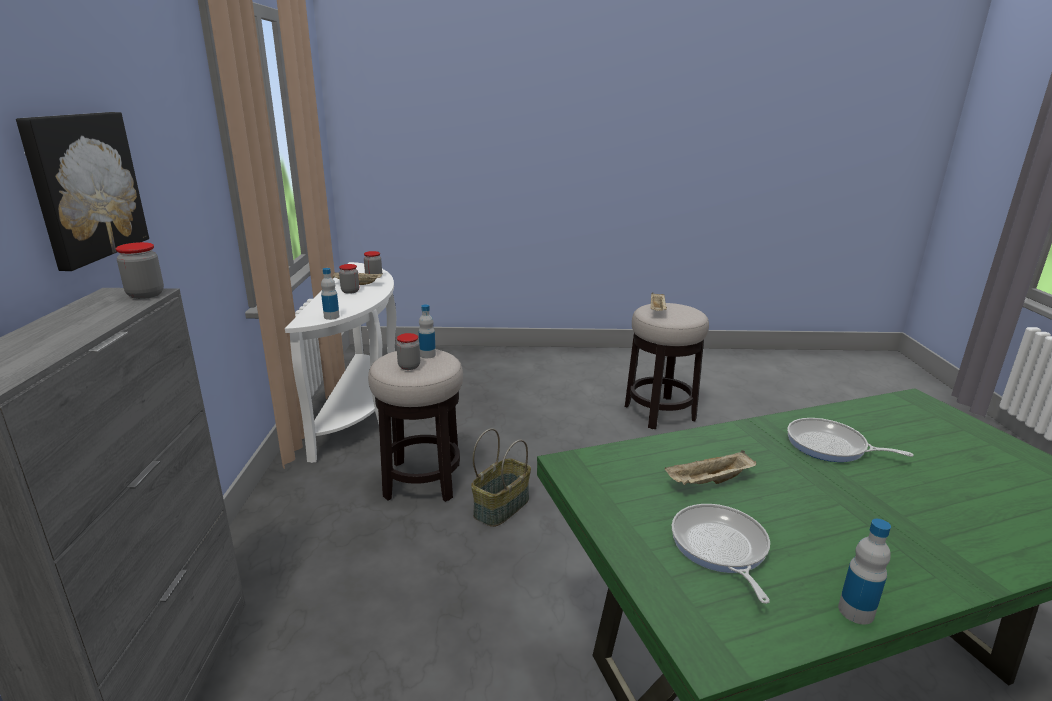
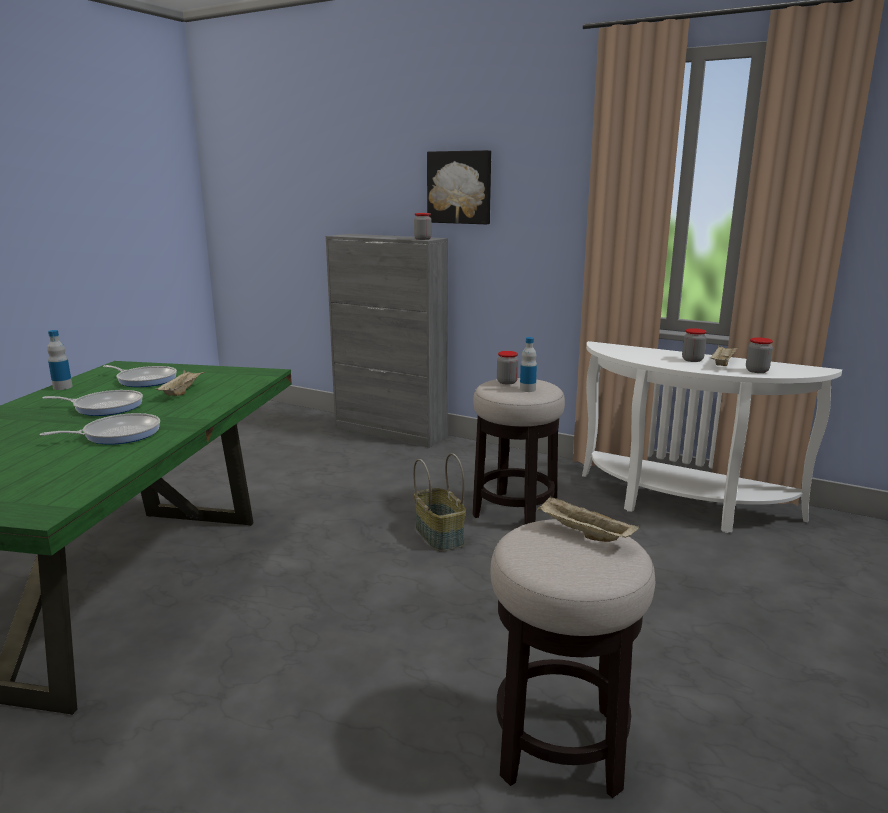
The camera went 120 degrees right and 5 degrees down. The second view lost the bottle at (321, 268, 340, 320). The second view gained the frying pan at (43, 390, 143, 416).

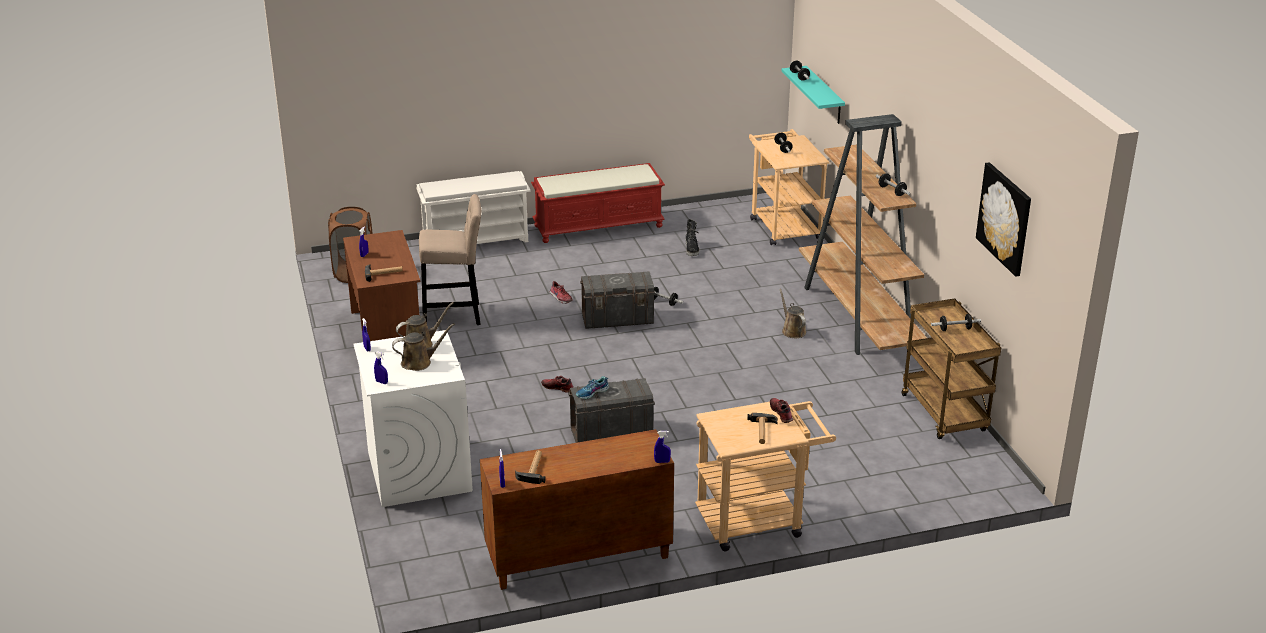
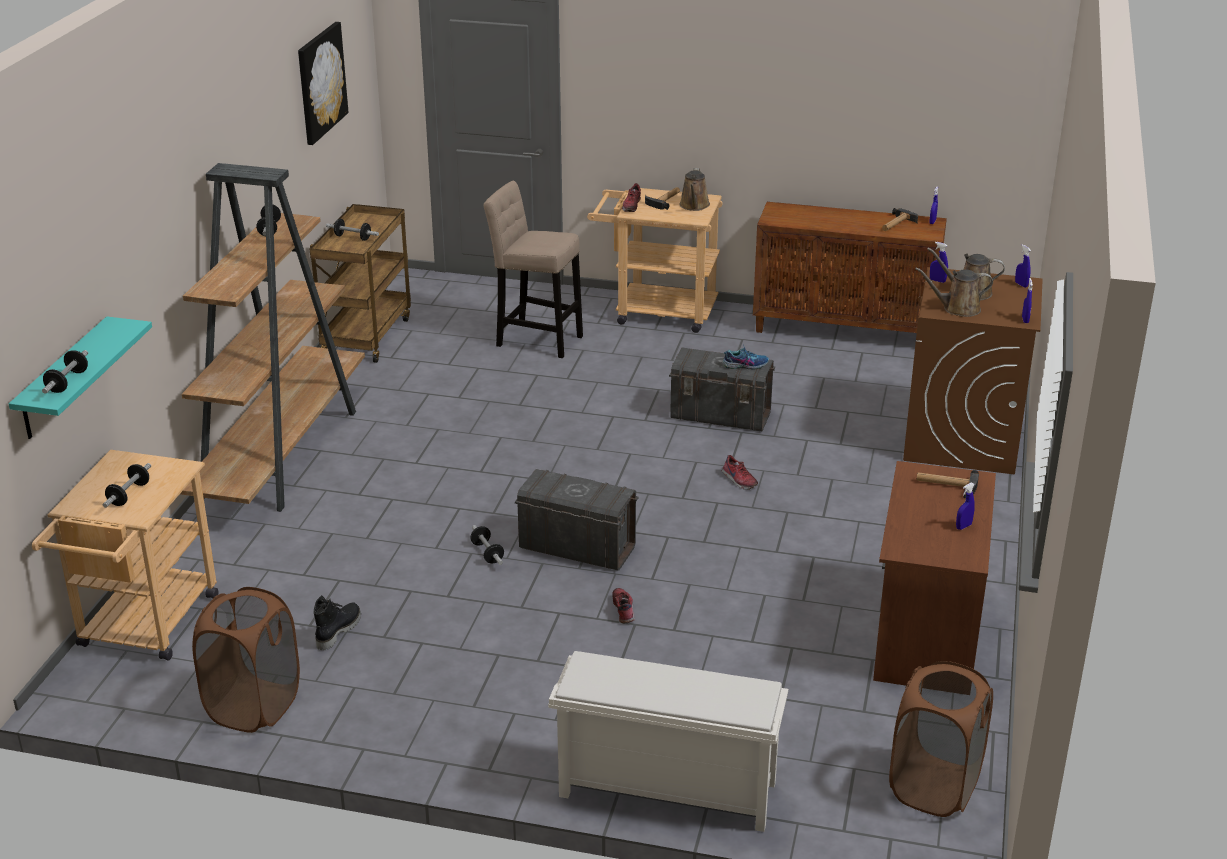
The camera went 150 degrees left and 0 degrees up. The second view lost the red bench at (531, 163, 665, 243). The beige stool ended up elsewhere, having gone from (419, 194, 482, 325) to (483, 181, 583, 358). The brown watering can ended up elsewhere, having gone from (779, 289, 806, 338) to (679, 168, 710, 211). What was the white washing machine at (353, 330, 473, 507) turned into the brown washing machine at (903, 267, 1043, 475). The blue spray bottle ended up elsewhere, having gone from (654, 431, 671, 463) to (930, 242, 948, 283). The second view gained the brown laundry basket at (192, 587, 300, 733).

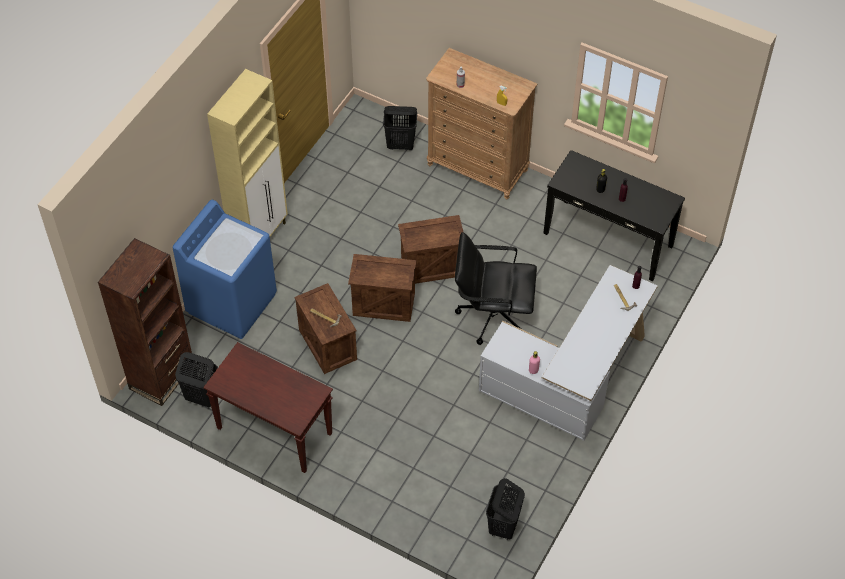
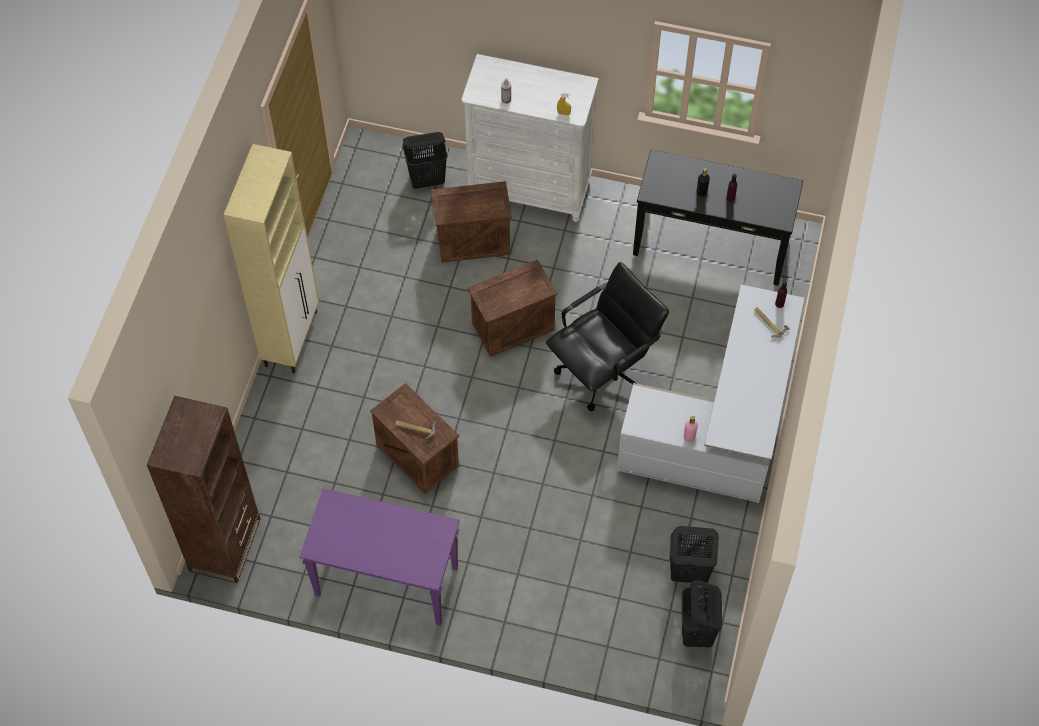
The camera went 15 degrees left and 5 degrees up. What was the brown dresser at (426, 48, 538, 200) turned into the white dresser at (462, 54, 599, 222). The second view lost the blue washing machine at (173, 199, 277, 339). The black office chair at (455, 232, 537, 345) ended up facing another way, 150 degrees clockwise from before. The crate ended up elsewhere, having gone from (348, 254, 416, 322) to (431, 181, 512, 263). What was the brown console table at (203, 342, 333, 473) turned into the purple console table at (299, 488, 460, 626). The black laundry basket ended up elsewhere, having gone from (175, 352, 218, 407) to (669, 526, 719, 583).

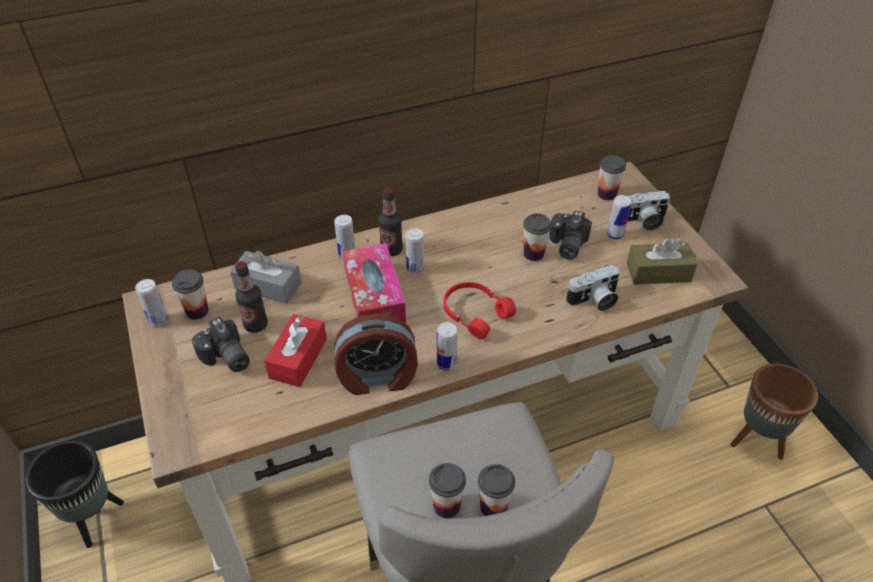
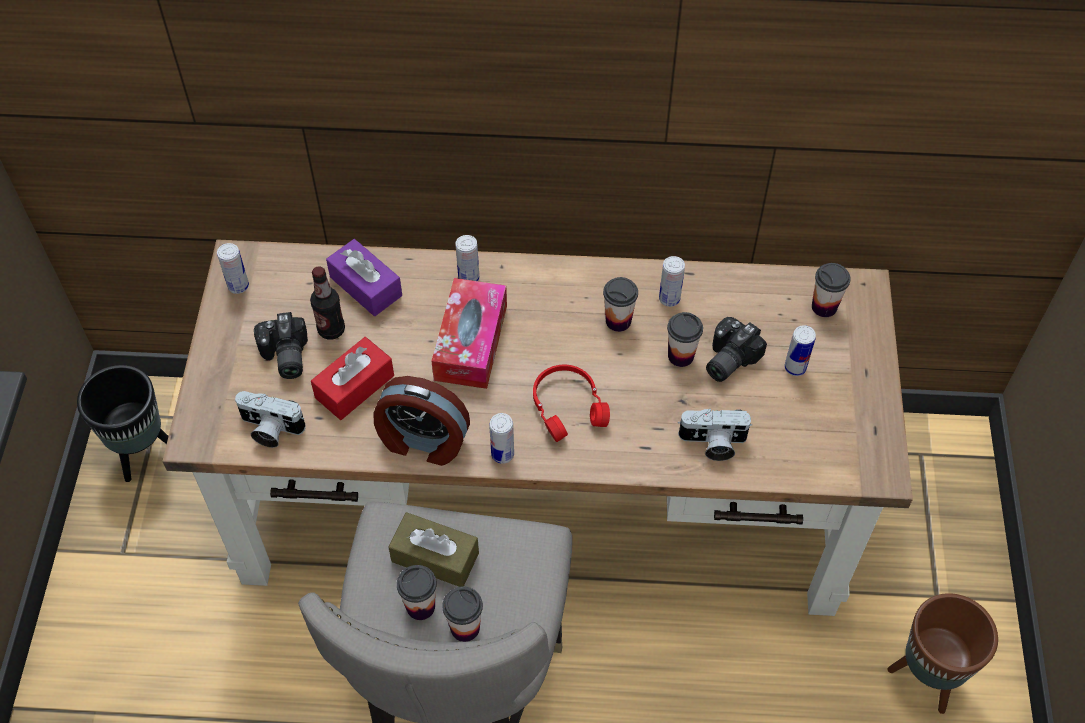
The camera went 25 degrees right and 10 degrees up. The second view lost the bottle at (378, 187, 403, 256). The photo camera ended up elsewhere, having gone from (627, 191, 670, 231) to (235, 391, 306, 448). The can ended up elsewhere, having gone from (405, 228, 424, 274) to (659, 256, 685, 307). The brown tissue box ended up elsewhere, having gone from (627, 237, 697, 285) to (388, 512, 479, 587). What was the grey tissue box at (230, 251, 302, 304) turned into the purple tissue box at (326, 239, 402, 316). The cup ended up elsewhere, having gone from (172, 270, 209, 320) to (603, 277, 638, 332).

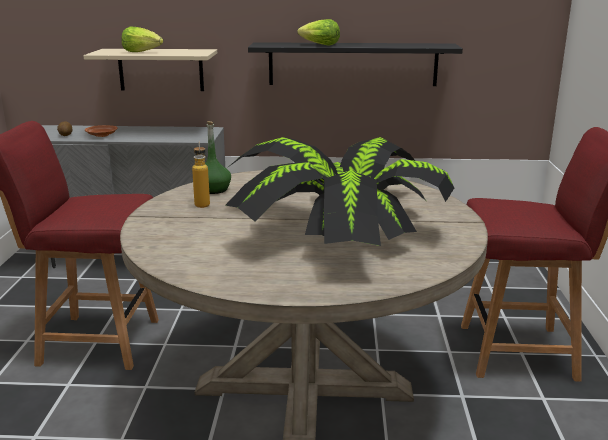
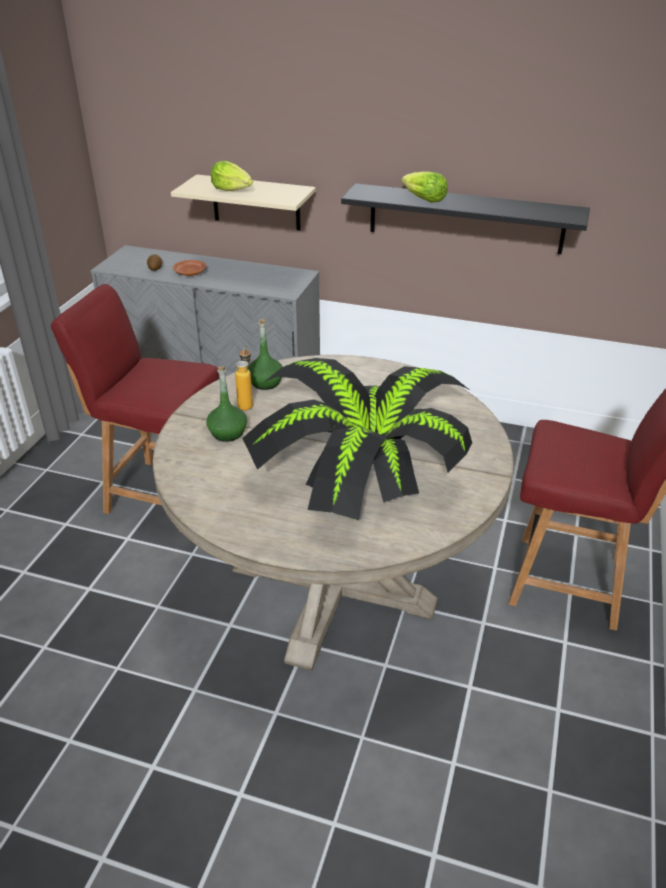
The camera went 15 degrees right and 15 degrees up. The second view gained the green bottle at (206, 366, 247, 442).

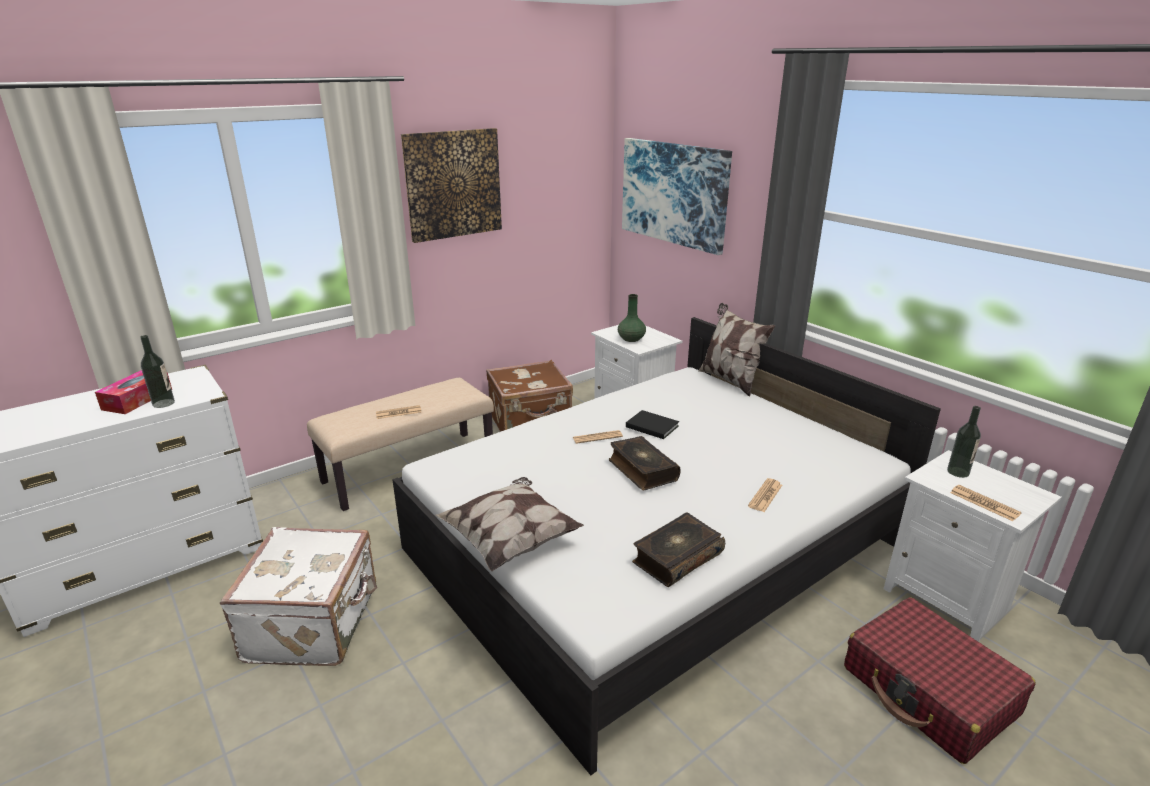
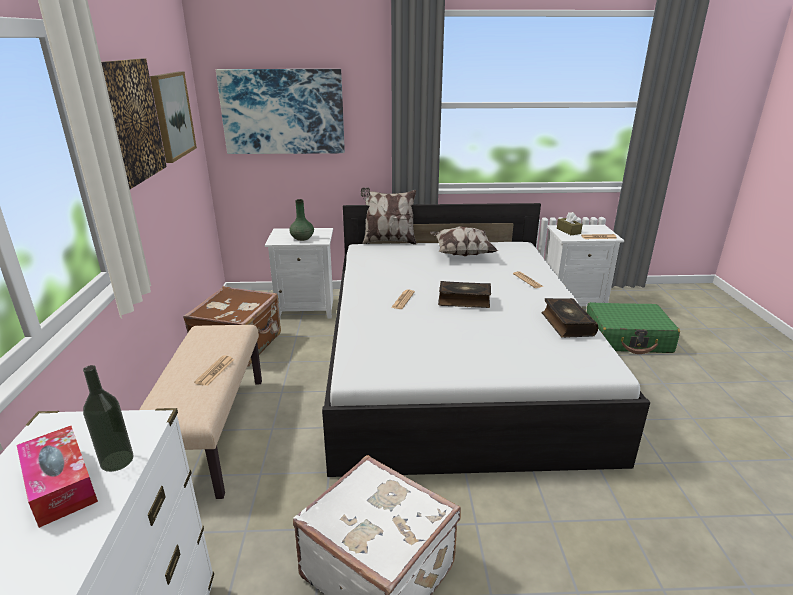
The camera went 55 degrees left and 0 degrees up. Where the bottle stood at (947, 406, 981, 478), the brown tissue box came to stand at (557, 212, 583, 235). The second view lost the black book at (626, 410, 679, 439). The pillow ended up elsewhere, having gone from (436, 477, 584, 571) to (430, 227, 498, 257). What was the red suitcase at (844, 597, 1036, 764) turned into the green suitcase at (587, 302, 680, 354). The second view gained the picture at (150, 72, 197, 163).

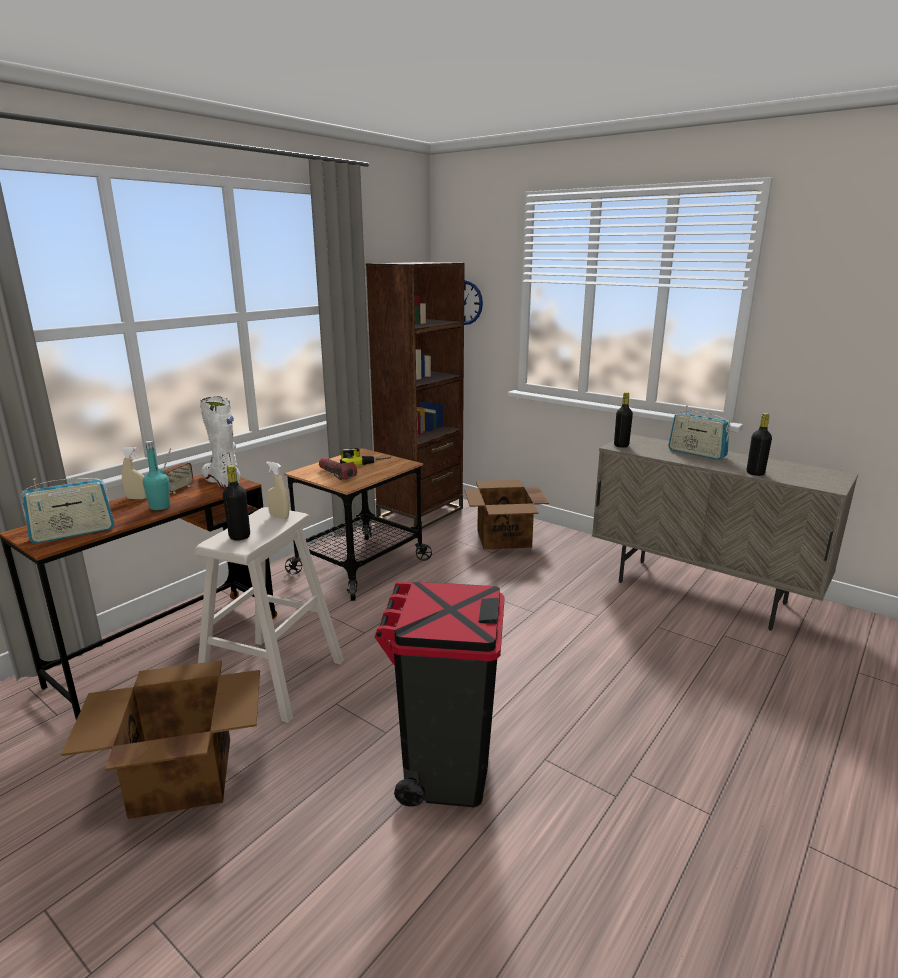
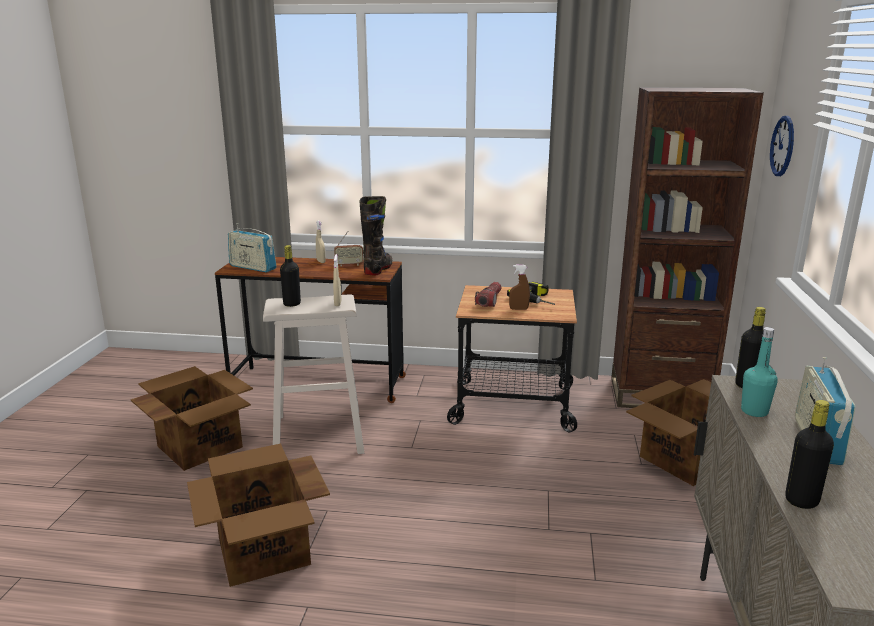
The camera went 60 degrees right and 0 degrees up. What was the white boot at (200, 396, 241, 489) turned into the black boot at (359, 196, 392, 275). The turquoise bottle ended up elsewhere, having gone from (143, 441, 170, 510) to (741, 327, 778, 417). Where the black trash can stood at (375, 581, 504, 807), the cardboard box came to stand at (187, 444, 330, 587). The second view gained the brown spray bottle at (509, 265, 530, 310).

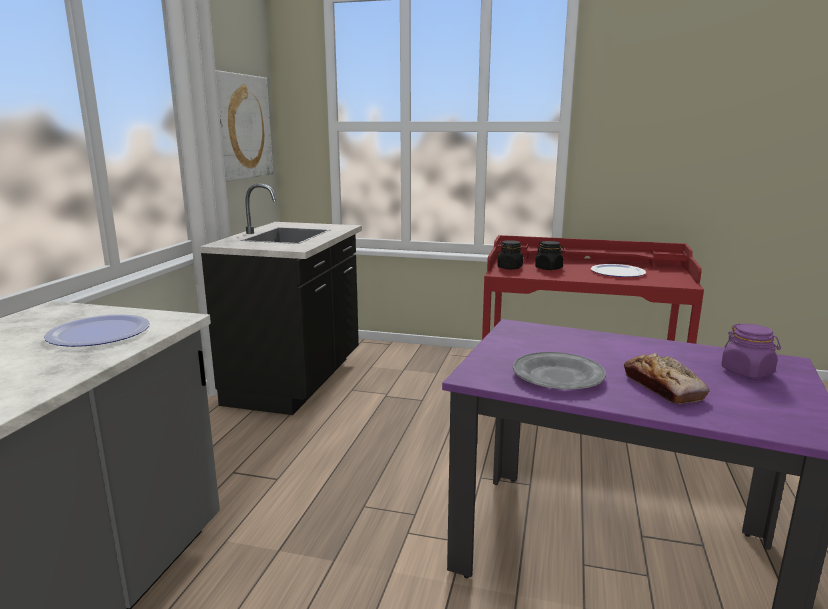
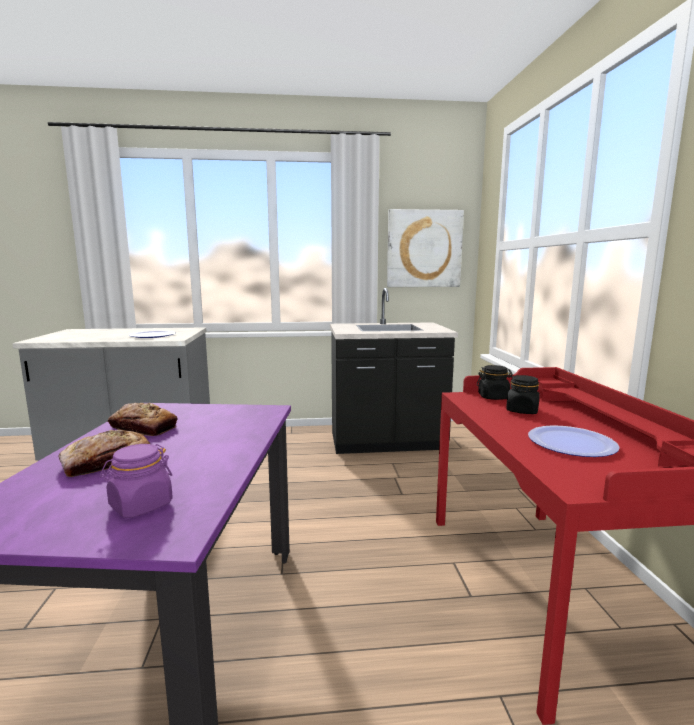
The camera went 70 degrees right and 5 degrees down. Where the grey plate stood at (513, 352, 606, 389), the bread came to stand at (108, 403, 178, 436).

